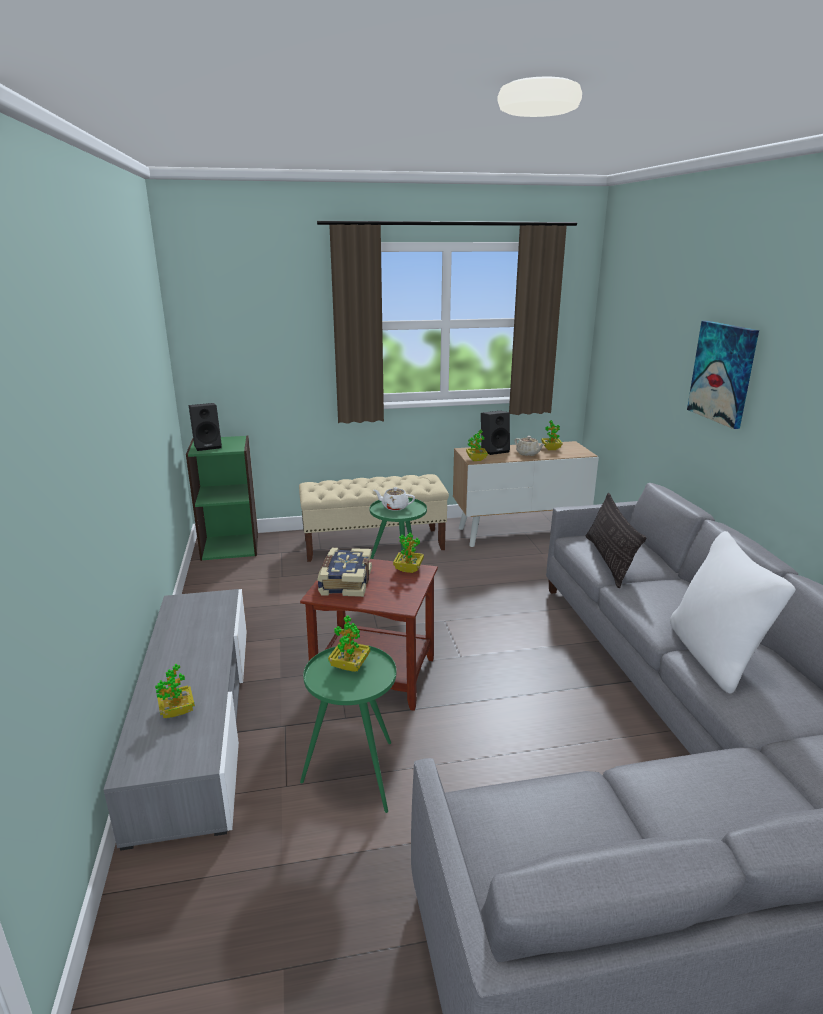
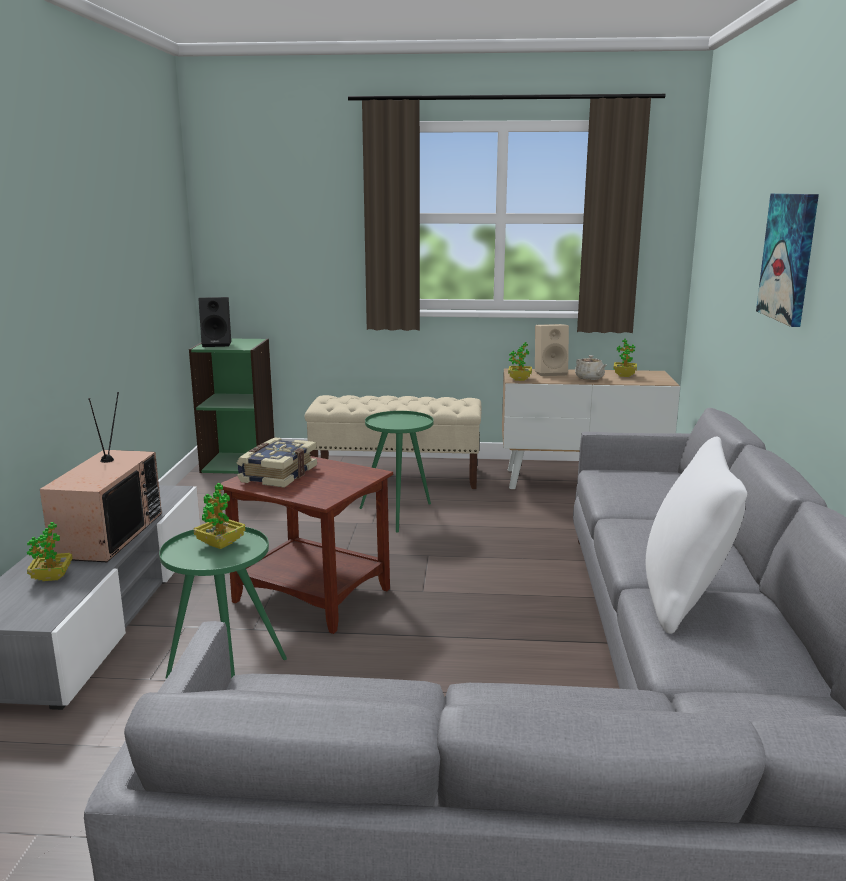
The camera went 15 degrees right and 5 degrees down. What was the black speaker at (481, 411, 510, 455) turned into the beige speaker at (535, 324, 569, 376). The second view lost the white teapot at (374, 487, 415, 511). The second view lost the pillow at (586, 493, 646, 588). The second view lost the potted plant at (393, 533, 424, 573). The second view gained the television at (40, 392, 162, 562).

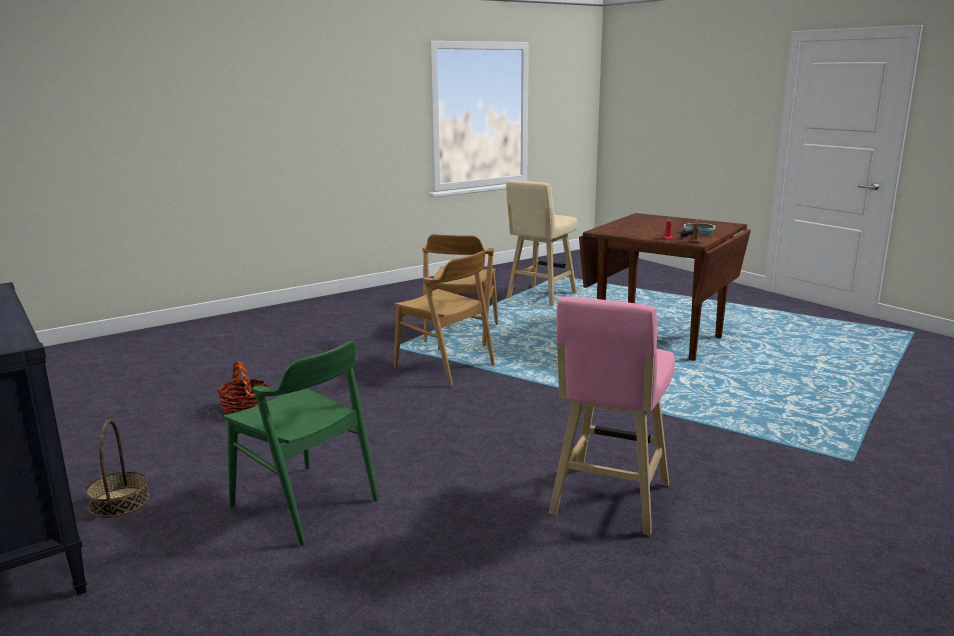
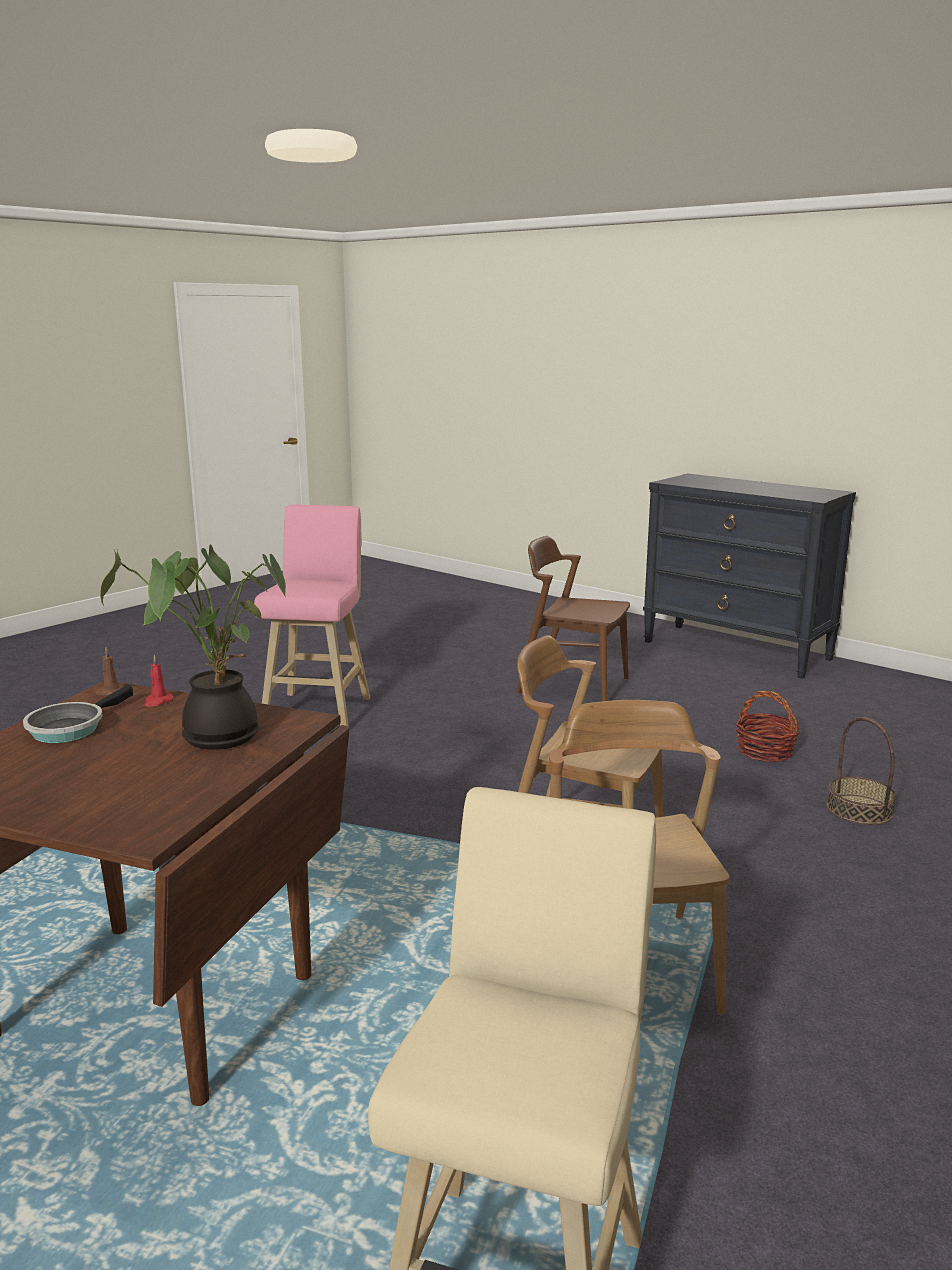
The camera went 165 degrees right and 0 degrees up. What was the green chair at (224, 341, 379, 546) turned into the brown chair at (516, 536, 630, 701). The basket ended up elsewhere, having gone from (85, 420, 150, 518) to (827, 717, 896, 825). The second view gained the potted plant at (100, 545, 286, 750).

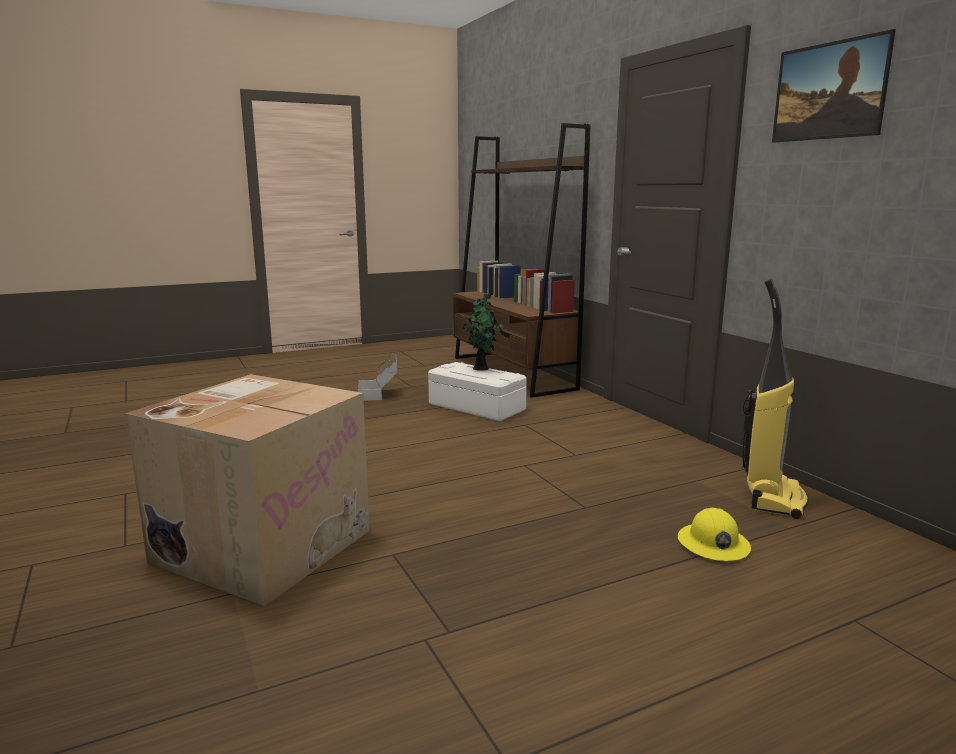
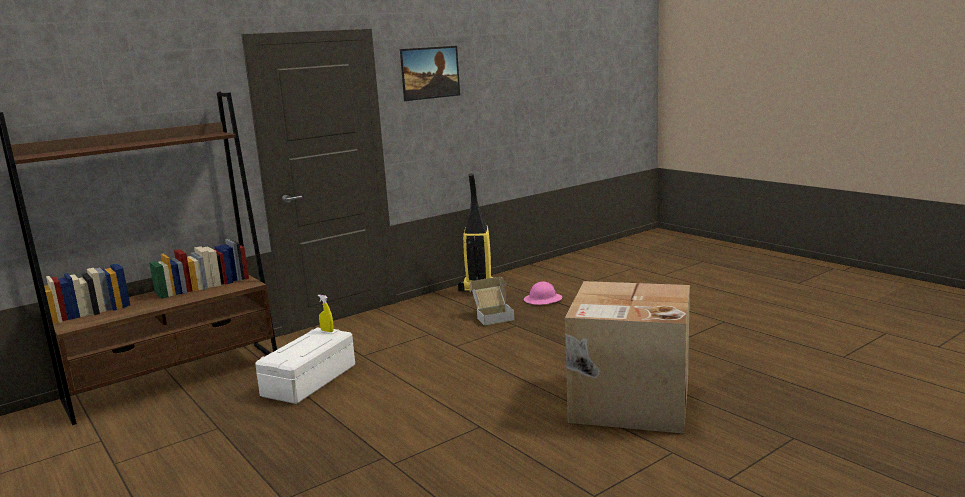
The camera went 100 degrees left and 0 degrees up. The second view lost the potted plant at (462, 293, 504, 371). The cardboard box ended up elsewhere, having gone from (358, 354, 397, 401) to (469, 276, 514, 326). What was the yellow hard hat at (678, 508, 751, 561) turned into the pink hard hat at (524, 282, 562, 305). The second view gained the yellow spray bottle at (318, 295, 334, 332).

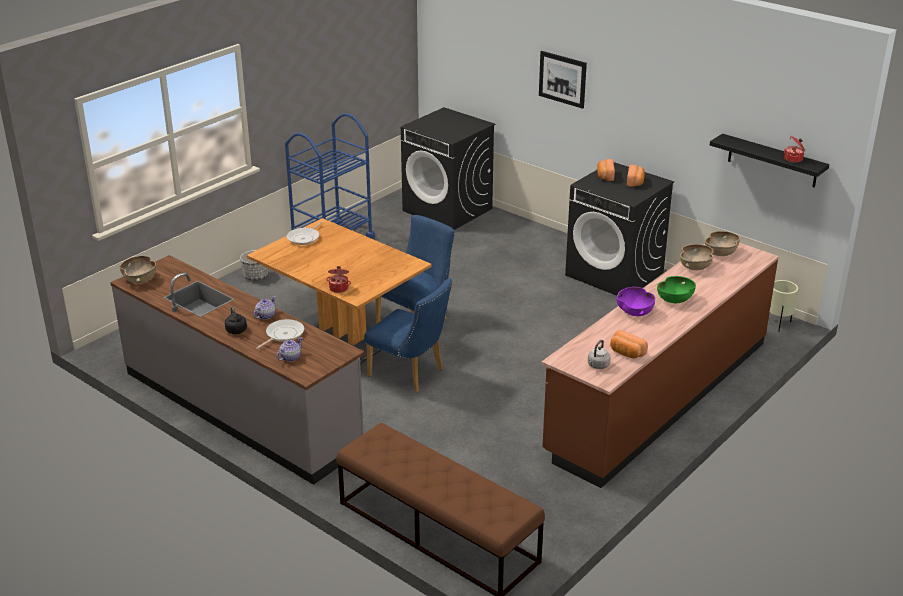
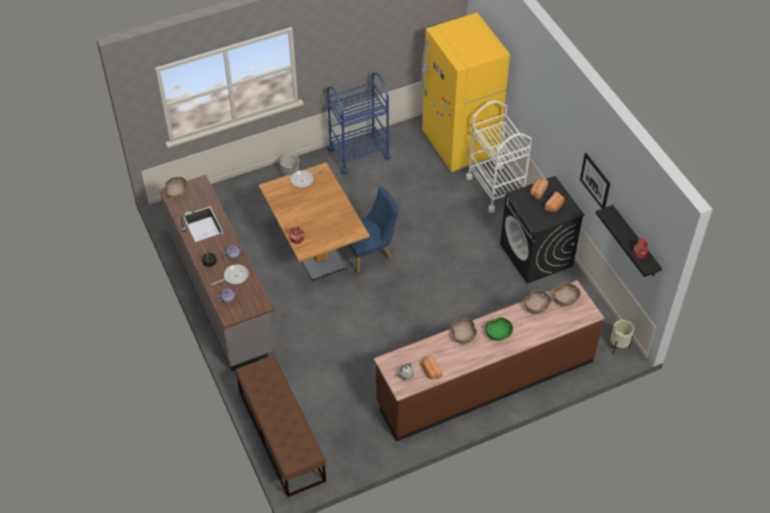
The camera went 25 degrees right and 20 degrees up. The picture ended up elsewhere, having gone from (539, 51, 587, 109) to (580, 153, 610, 209). Where the black washing machine stood at (401, 107, 495, 230), the yellow fridge came to stand at (422, 13, 510, 172). The second view lost the blue chair at (364, 278, 452, 392). What was the purple bowl at (617, 287, 655, 316) turned into the brown bowl at (451, 318, 477, 344). The second view gained the white cart at (466, 101, 532, 213).

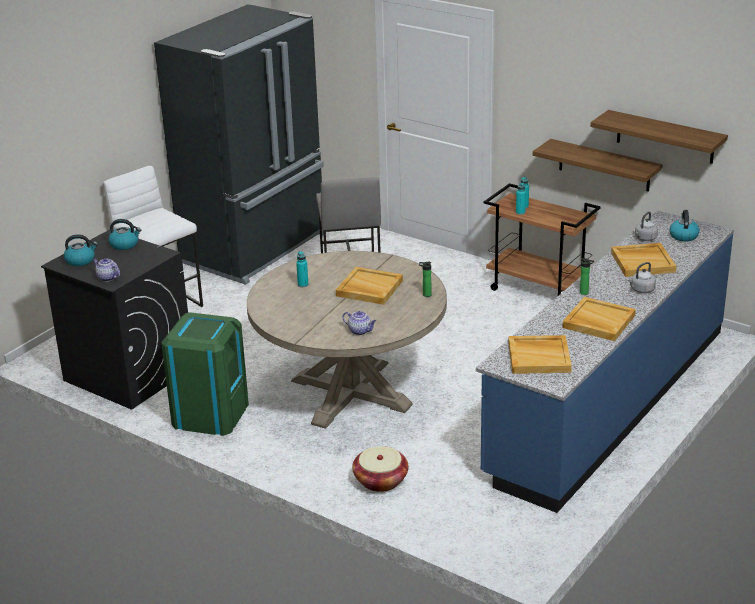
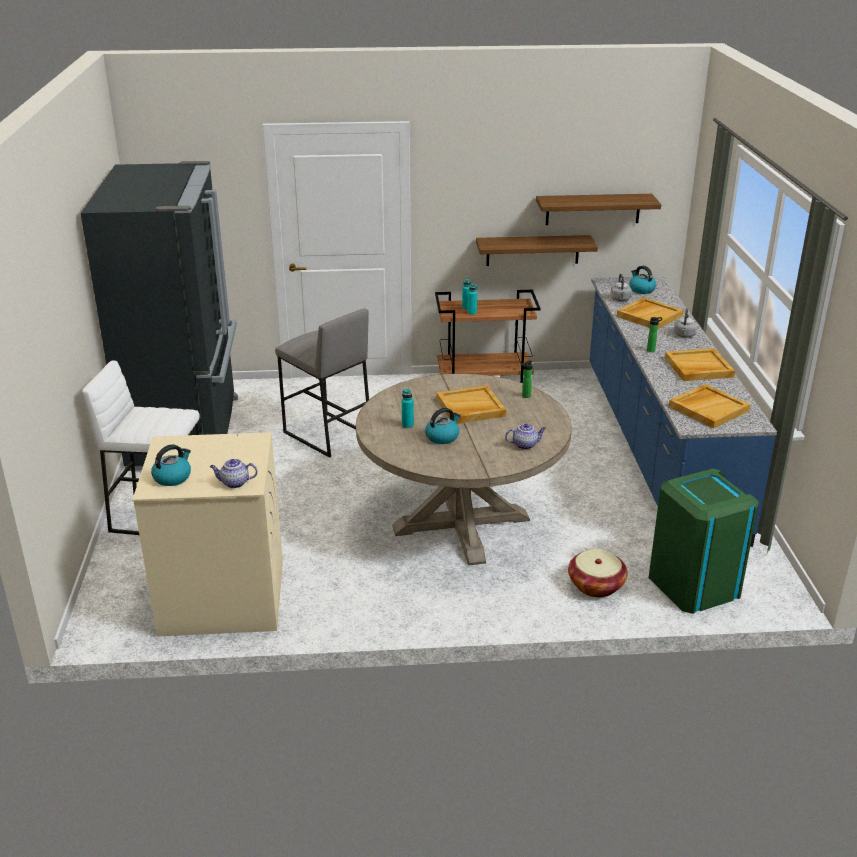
The camera went 40 degrees left and 0 degrees up. The kettle ended up elsewhere, having gone from (108, 219, 141, 250) to (425, 408, 461, 444). What was the black washing machine at (41, 230, 188, 410) turned into the beige washing machine at (132, 432, 283, 637). The green trash can ended up elsewhere, having gone from (161, 312, 249, 436) to (648, 469, 759, 614).

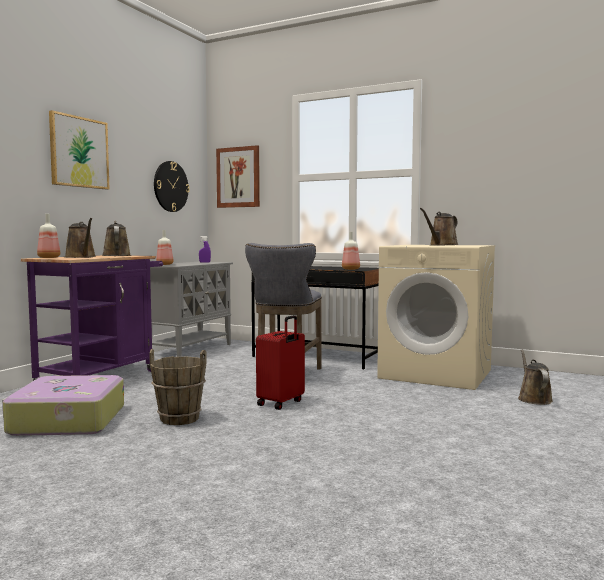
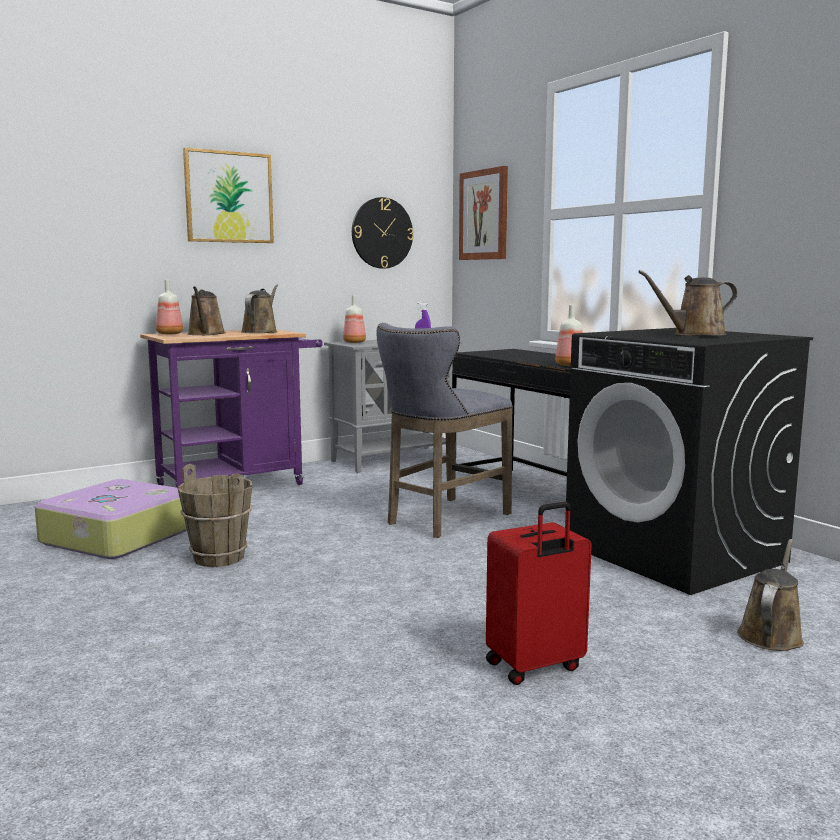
The camera went 30 degrees right and 5 degrees up. What was the beige washing machine at (377, 245, 495, 390) turned into the black washing machine at (565, 328, 813, 595). The red suitcase ended up elsewhere, having gone from (256, 315, 305, 410) to (486, 502, 592, 685).

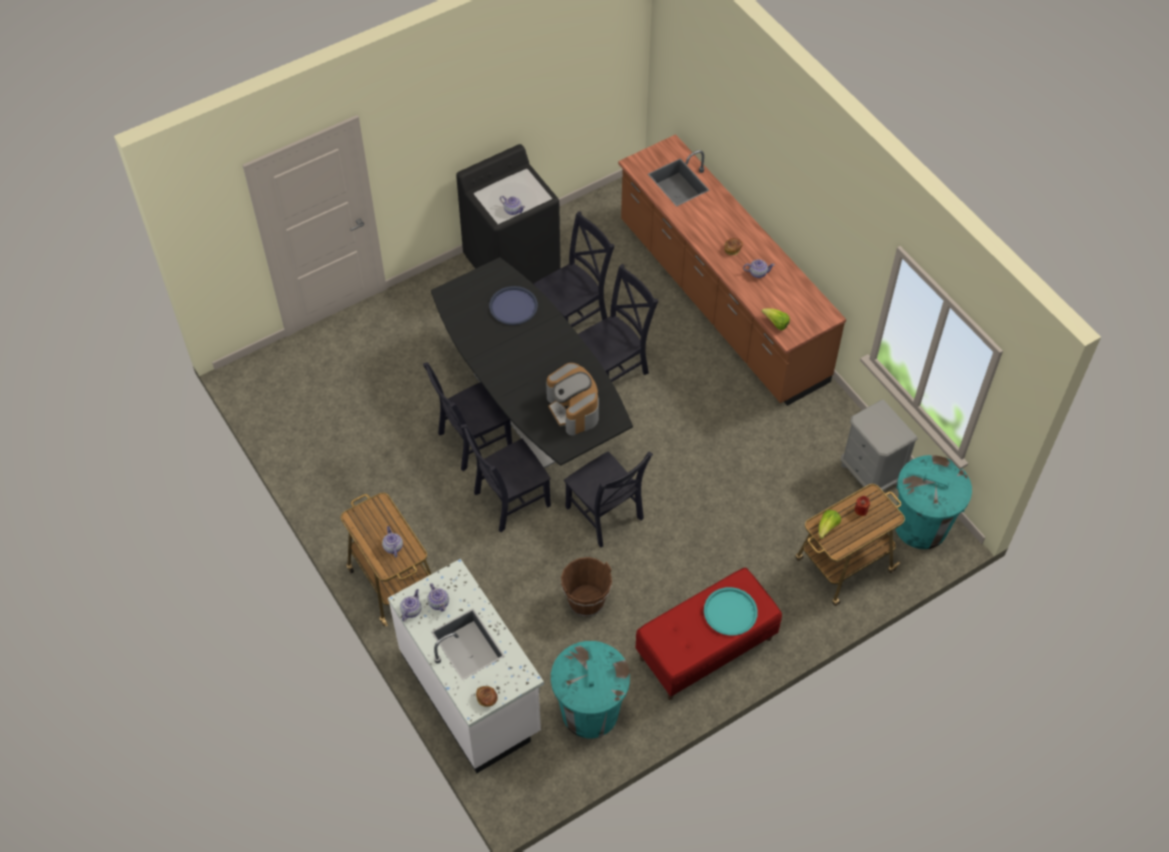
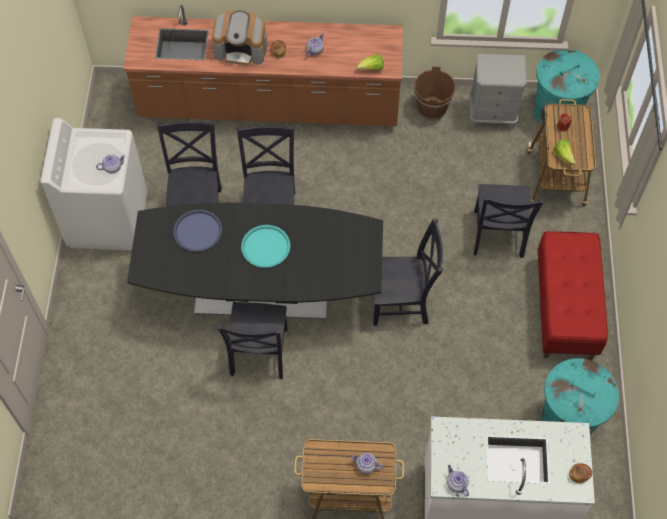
The camera went 55 degrees left and 5 degrees up. What was the black washing machine at (456, 144, 561, 284) turned into the white washing machine at (41, 118, 148, 251). The coffee machine ended up elsewhere, having gone from (546, 363, 599, 436) to (212, 10, 267, 66). The black chair ended up elsewhere, having gone from (461, 424, 551, 532) to (473, 184, 544, 258). The brown bucket ended up elsewhere, having gone from (561, 557, 612, 617) to (414, 66, 456, 121). The second view lost the teapot at (427, 583, 449, 612). The turquoise tray ended up elsewhere, having gone from (704, 587, 758, 636) to (241, 225, 290, 268).

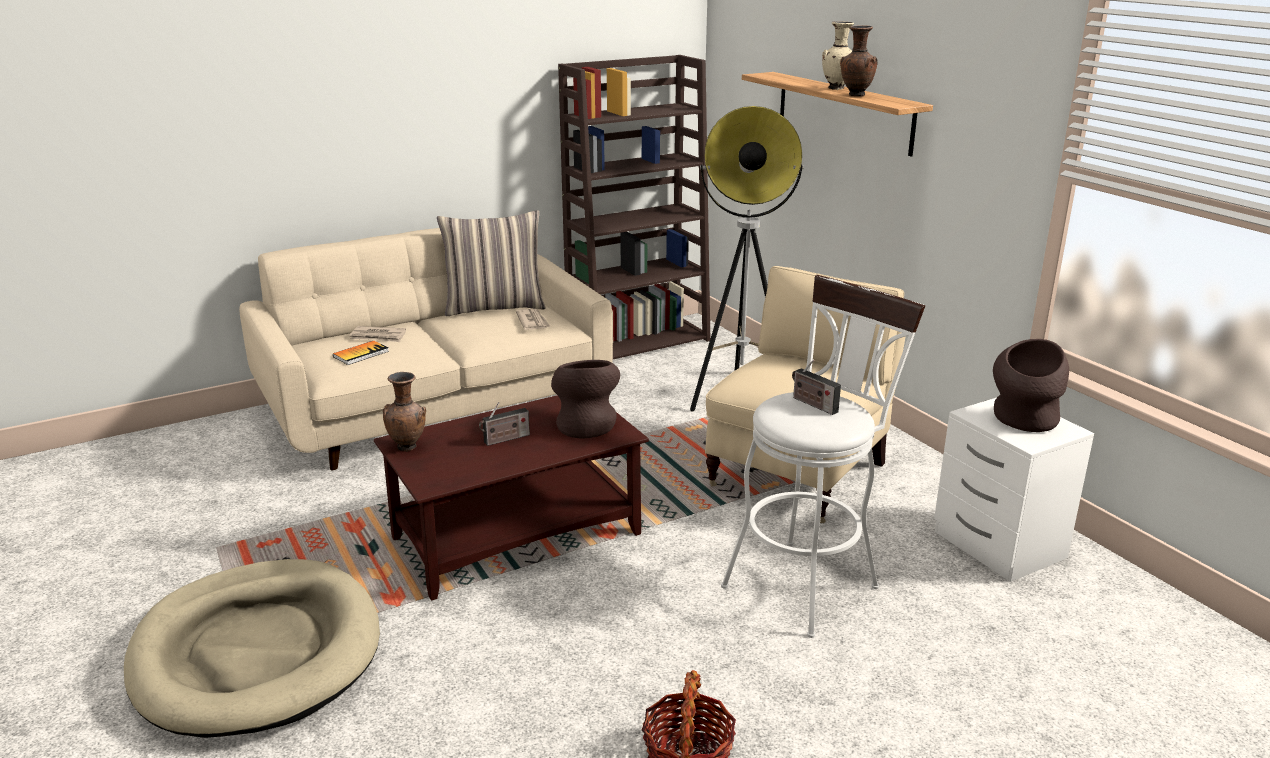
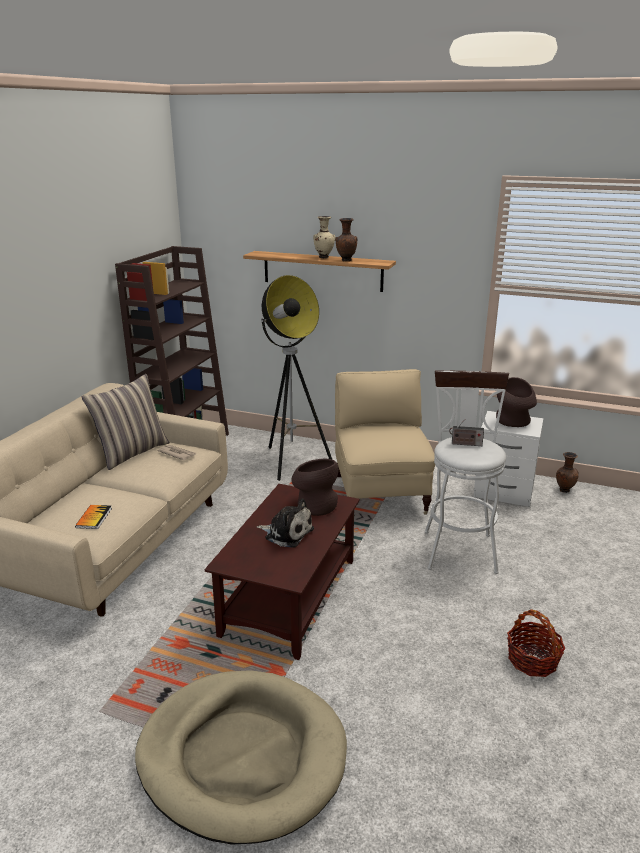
The camera went 40 degrees left and 0 degrees up. The second view lost the newspaper at (350, 326, 406, 342). The brown vase ended up elsewhere, having gone from (383, 372, 426, 452) to (556, 452, 578, 493). Where the radio stood at (479, 402, 530, 446), the plush toy came to stand at (257, 498, 314, 548).

